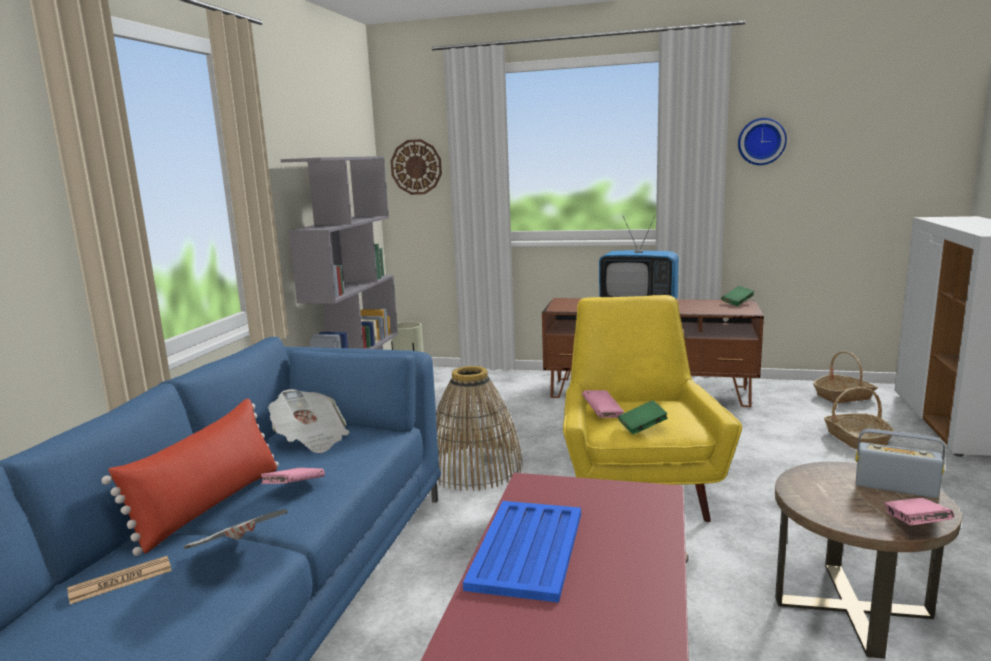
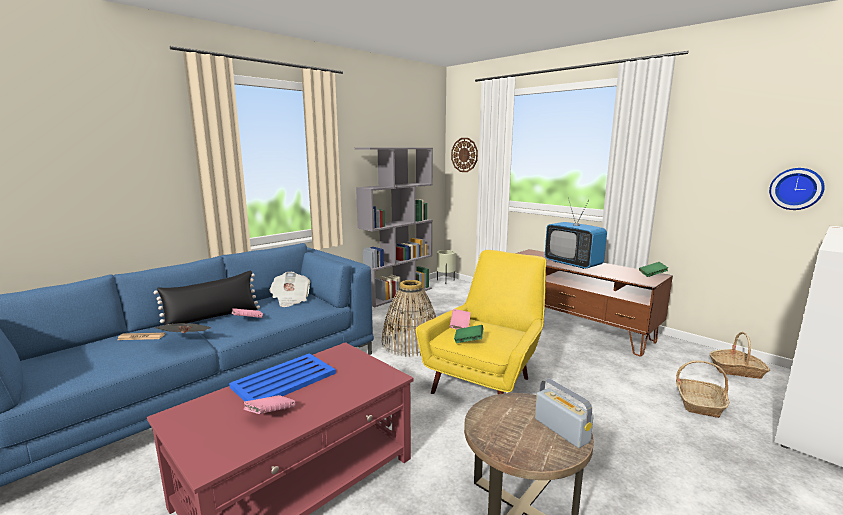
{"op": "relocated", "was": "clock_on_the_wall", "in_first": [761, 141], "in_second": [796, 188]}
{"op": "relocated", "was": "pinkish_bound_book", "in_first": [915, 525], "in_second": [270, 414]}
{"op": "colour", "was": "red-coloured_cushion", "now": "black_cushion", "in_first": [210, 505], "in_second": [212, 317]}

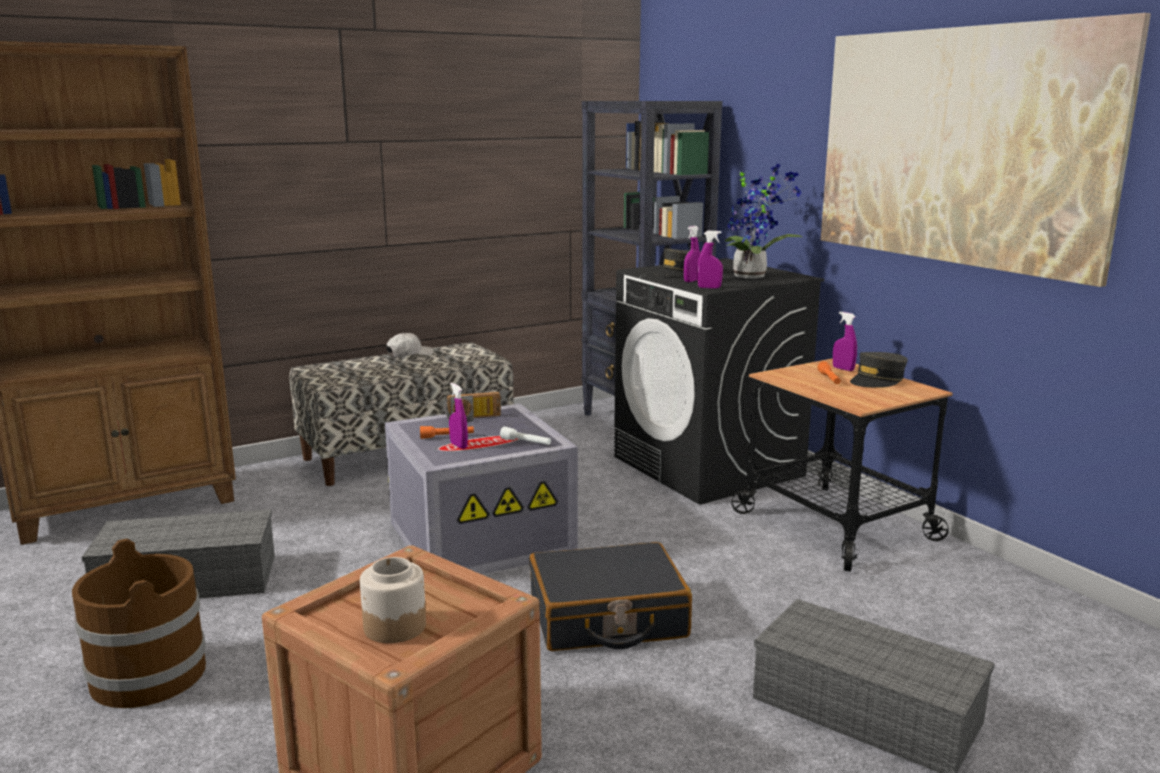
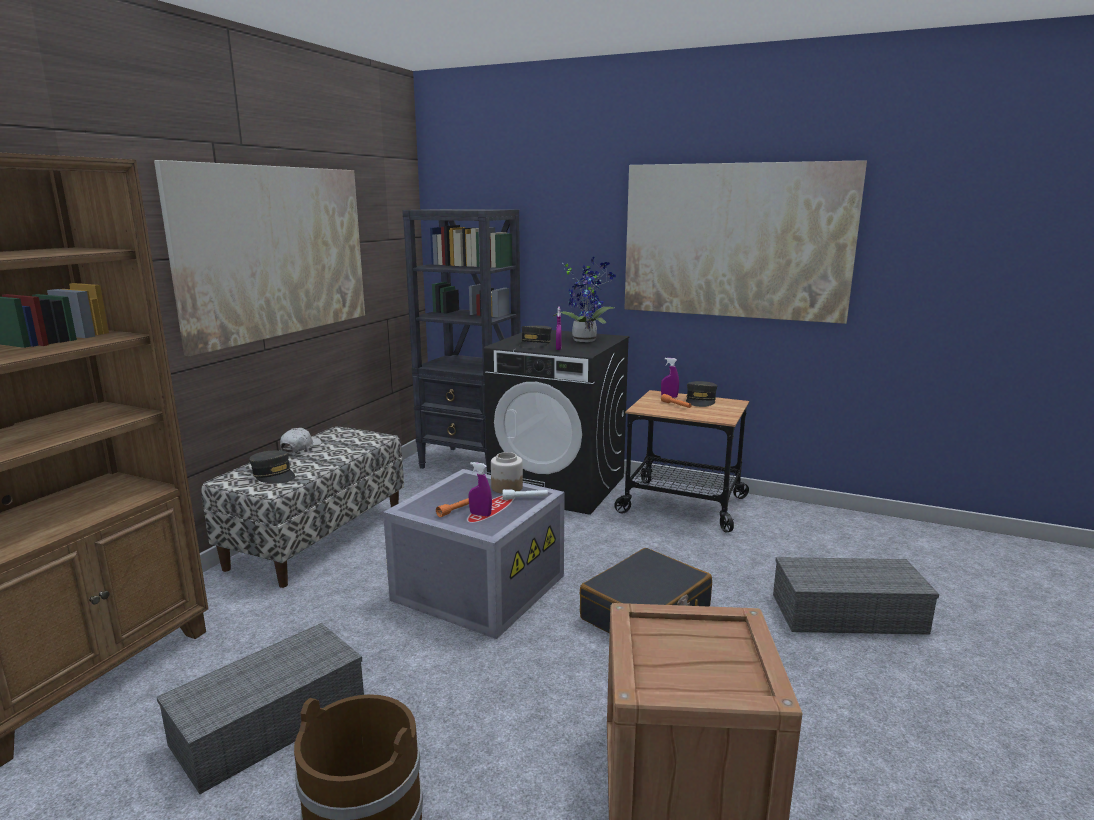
{"op": "missing", "was": "radio", "in_first": [473, 418]}
{"op": "missing", "was": "purple_sprayer", "in_first": [709, 288]}
{"op": "appeared", "now": "picture", "in_second": [276, 252]}
{"op": "appeared", "now": "grey_cap", "in_second": [273, 475]}
{"op": "relocated", "was": "storage_jar", "in_first": [394, 626], "in_second": [506, 487]}

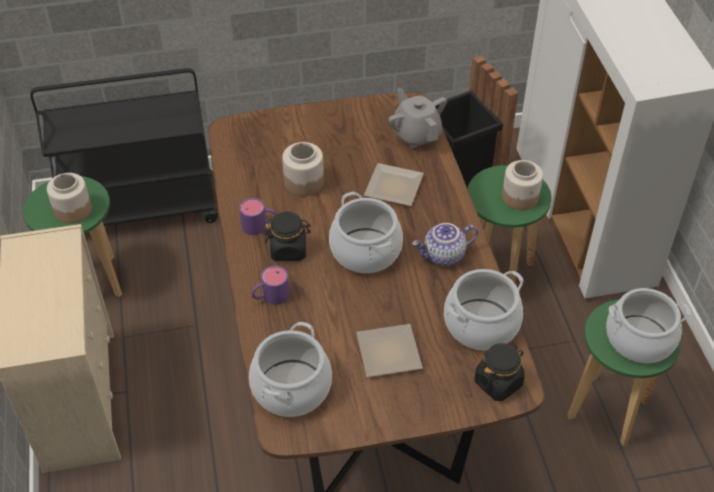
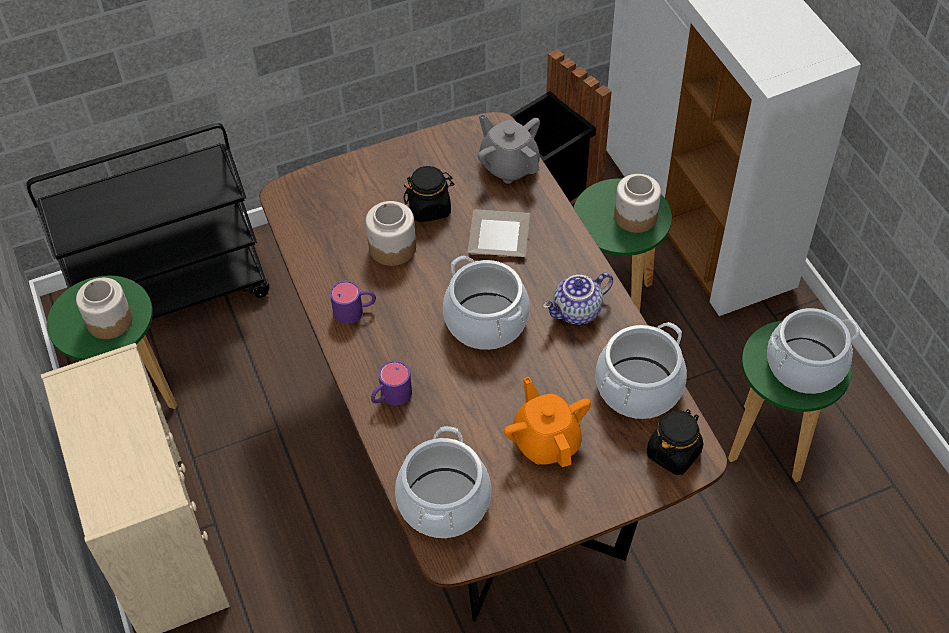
{"op": "relocated", "was": "black_storage_jar", "in_first": [288, 250], "in_second": [429, 208]}
{"op": "exchanged", "was": "dinner_plate", "now": "orange-coloured_tea_pot", "in_first": [391, 354], "in_second": [546, 441]}

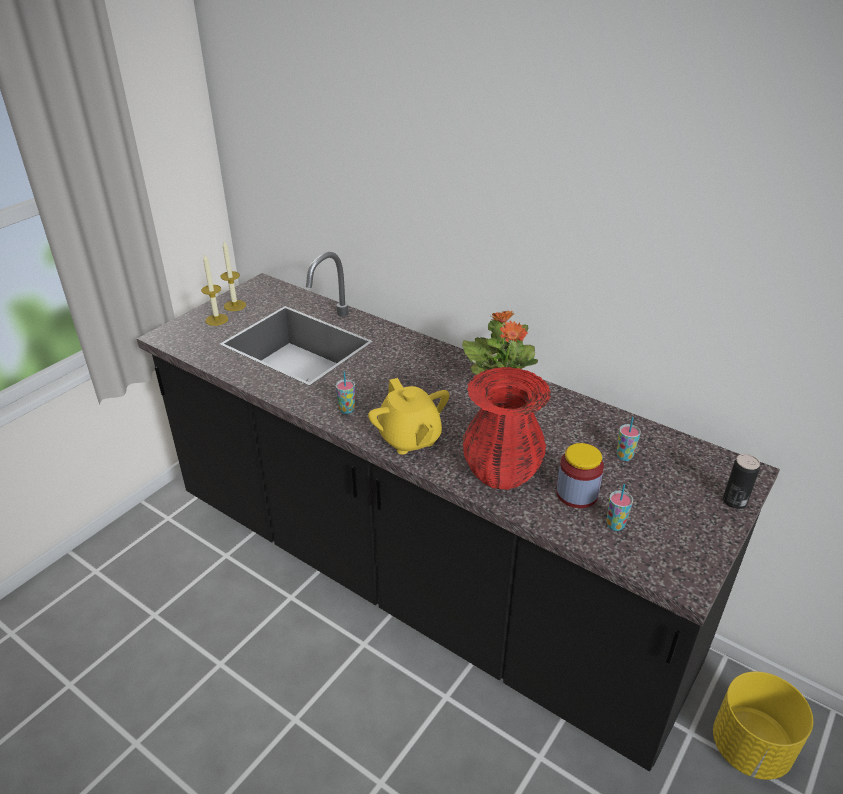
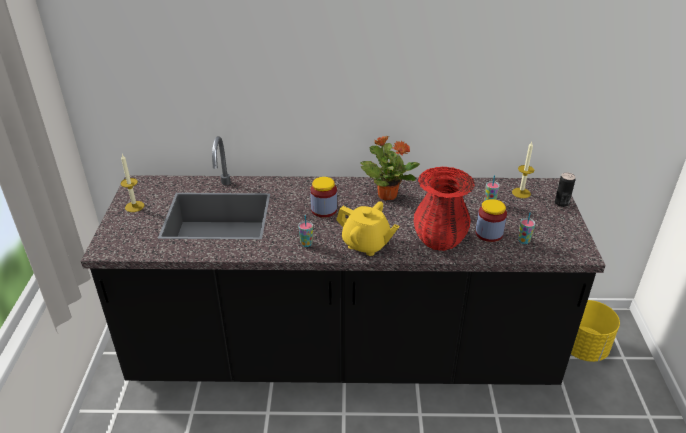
{"op": "appeared", "now": "storage_jar", "in_second": [324, 210]}
{"op": "relocated", "was": "wax_candle", "in_first": [216, 320], "in_second": [521, 193]}

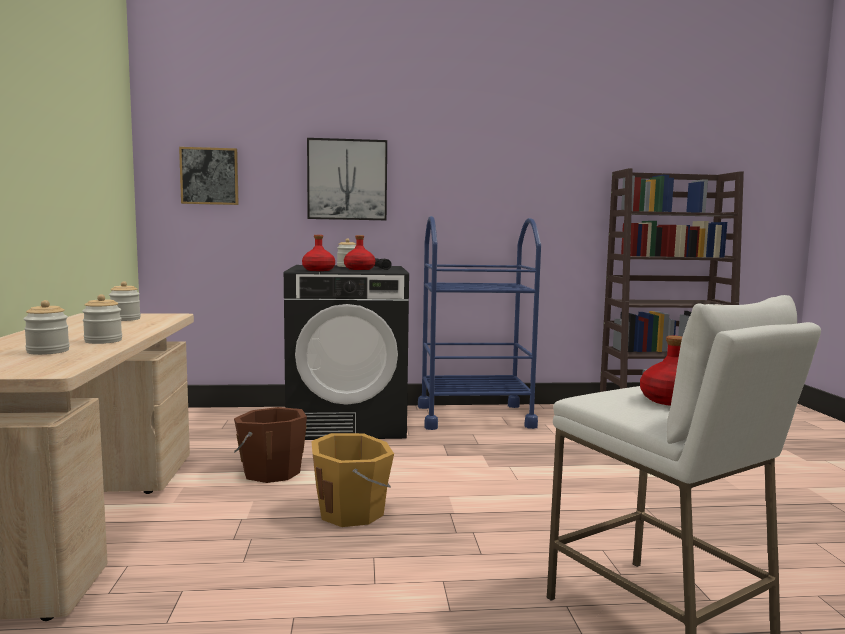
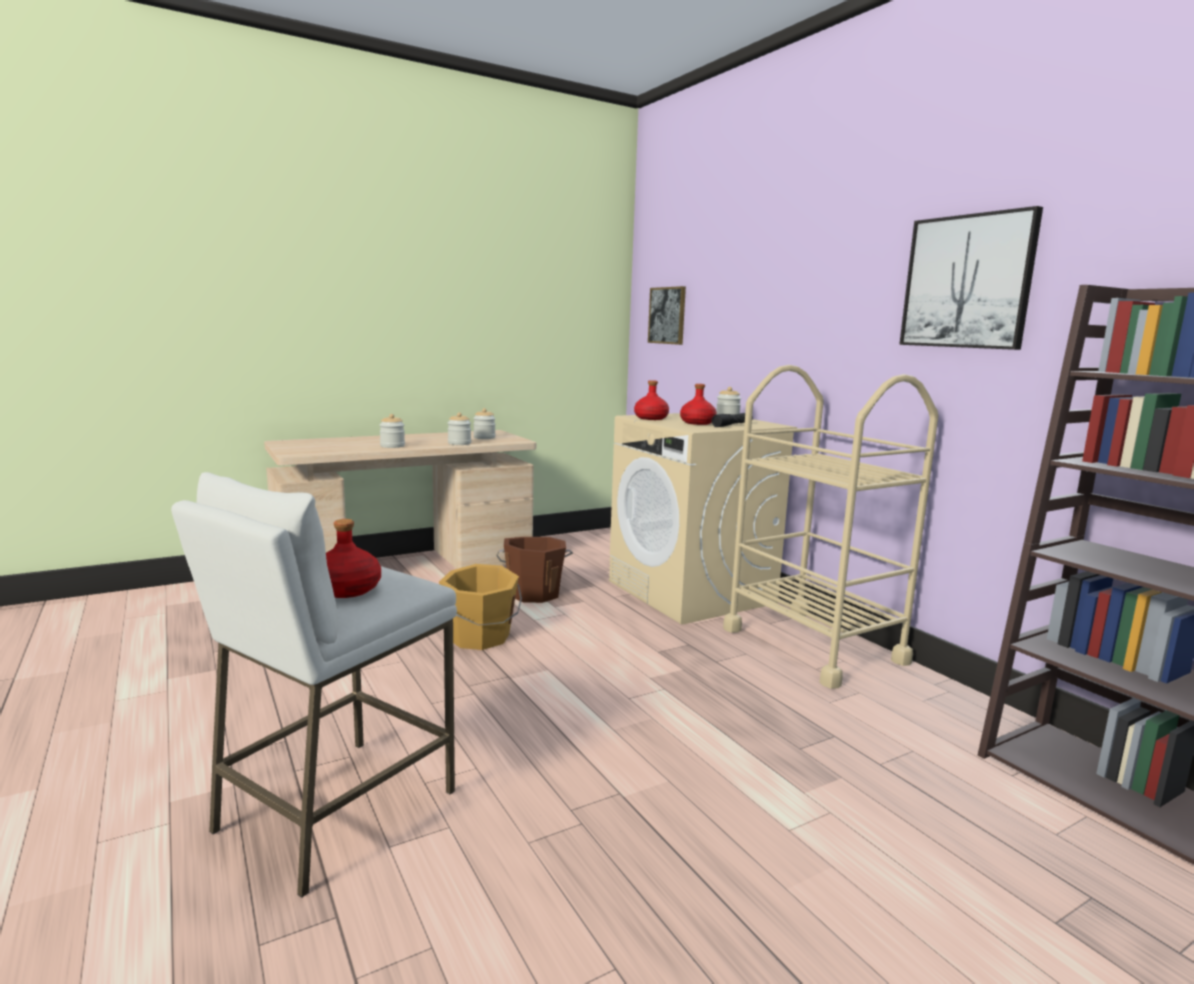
{"op": "relocated", "was": "storage_jar", "in_first": [48, 351], "in_second": [459, 443]}
{"op": "relocated", "was": "picture", "in_first": [347, 180], "in_second": [967, 282]}
{"op": "colour", "was": "black_laundry_machine", "now": "beige-coloured_laundry_machine", "in_first": [348, 422], "in_second": [691, 592]}
{"op": "colour", "was": "bluish_trolley", "now": "beige-coloured_trolley", "in_first": [474, 416], "in_second": [813, 645]}

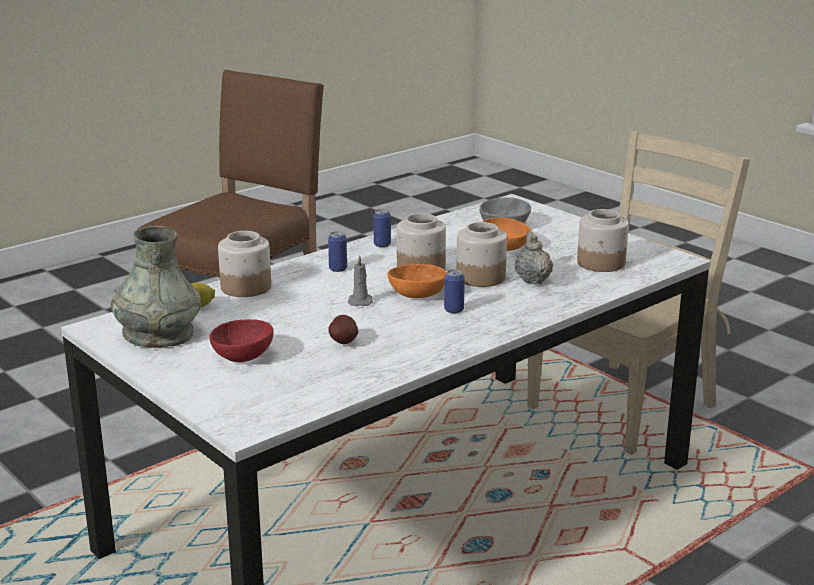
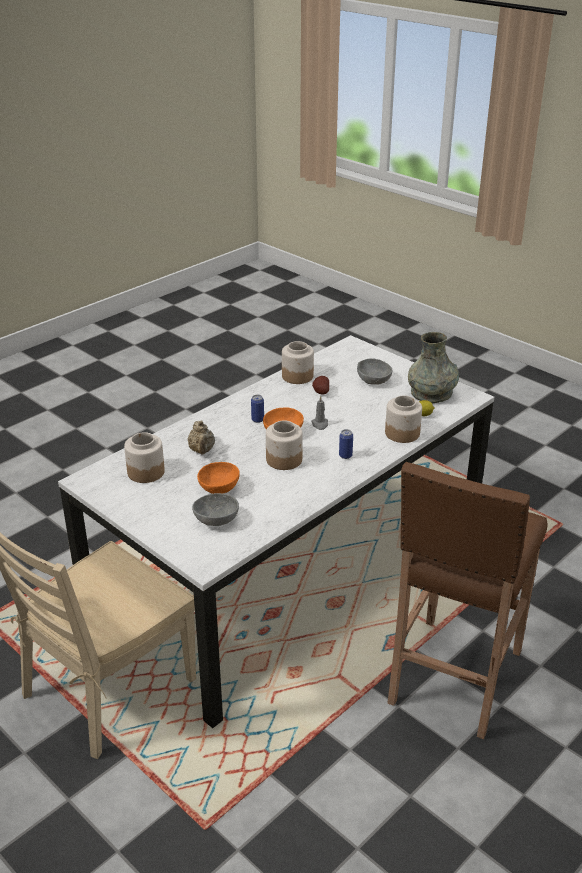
{"op": "missing", "was": "metal_can", "in_first": [382, 245]}
{"op": "relocated", "was": "storage_jar", "in_first": [480, 278], "in_second": [298, 376]}
{"op": "colour", "was": "red-coloured_serving_bowl", "now": "grey_serving_bowl", "in_first": [241, 356], "in_second": [374, 380]}

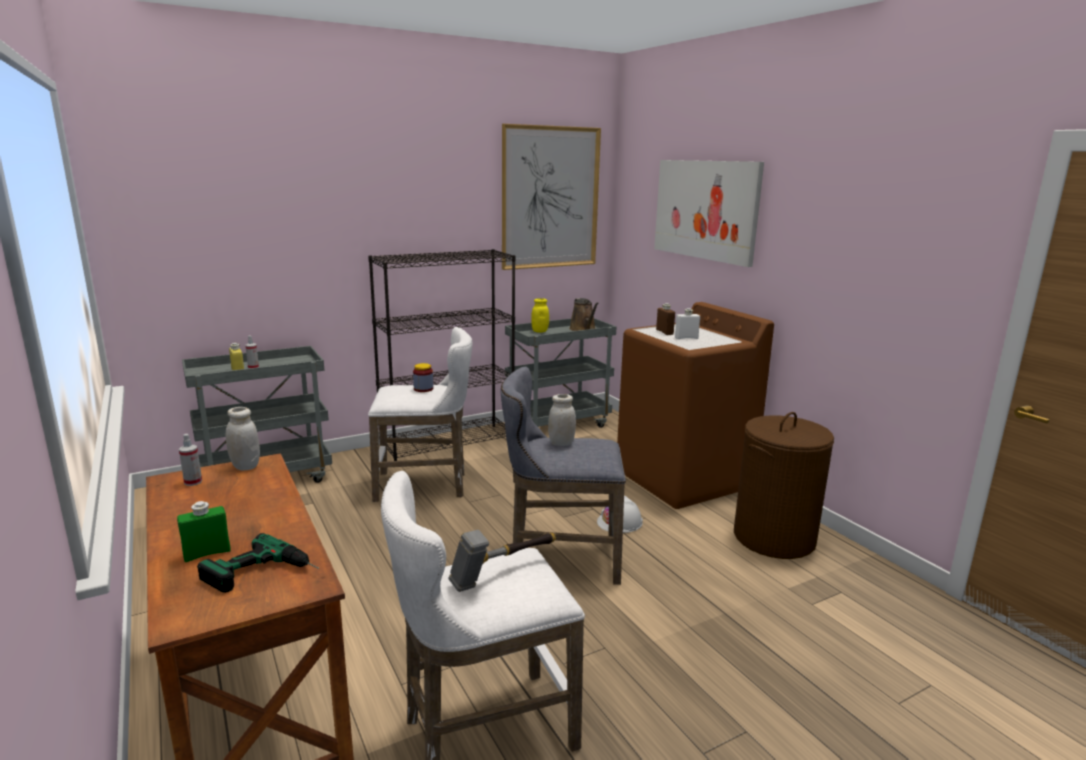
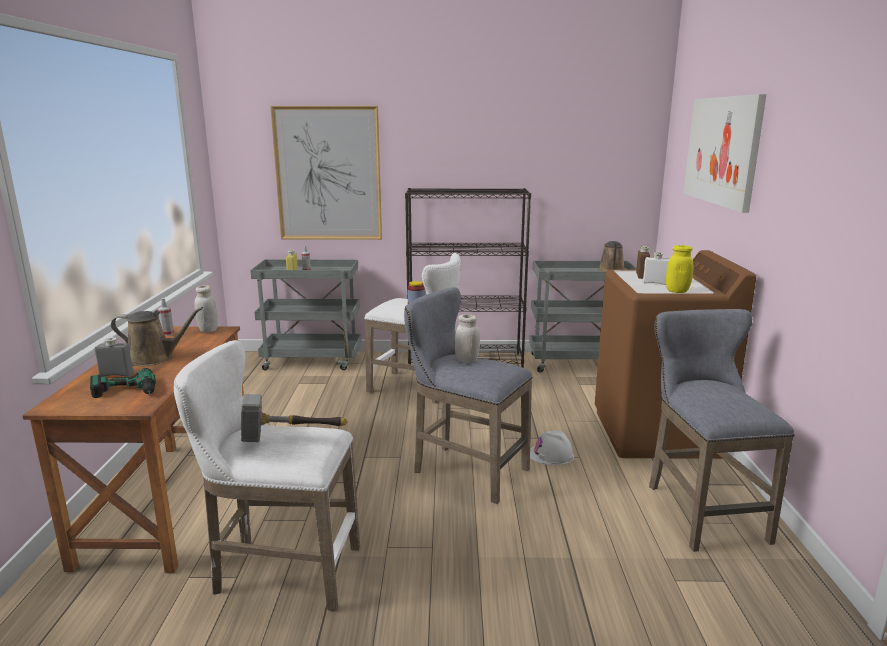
{"op": "appeared", "now": "brownish_watering_pot", "in_second": [154, 358]}
{"op": "relocated", "was": "picture", "in_first": [550, 198], "in_second": [328, 174]}
{"op": "relocated", "was": "yellow-coloured_storage_jar", "in_first": [540, 331], "in_second": [677, 291]}
{"op": "exchanged", "was": "brownish_laundry_basket", "now": "grey_stool", "in_first": [773, 537], "in_second": [700, 509]}
{"op": "colour", "was": "greenish_beverage_bottle", "now": "grey_beverage_bottle", "in_first": [207, 553], "in_second": [116, 374]}

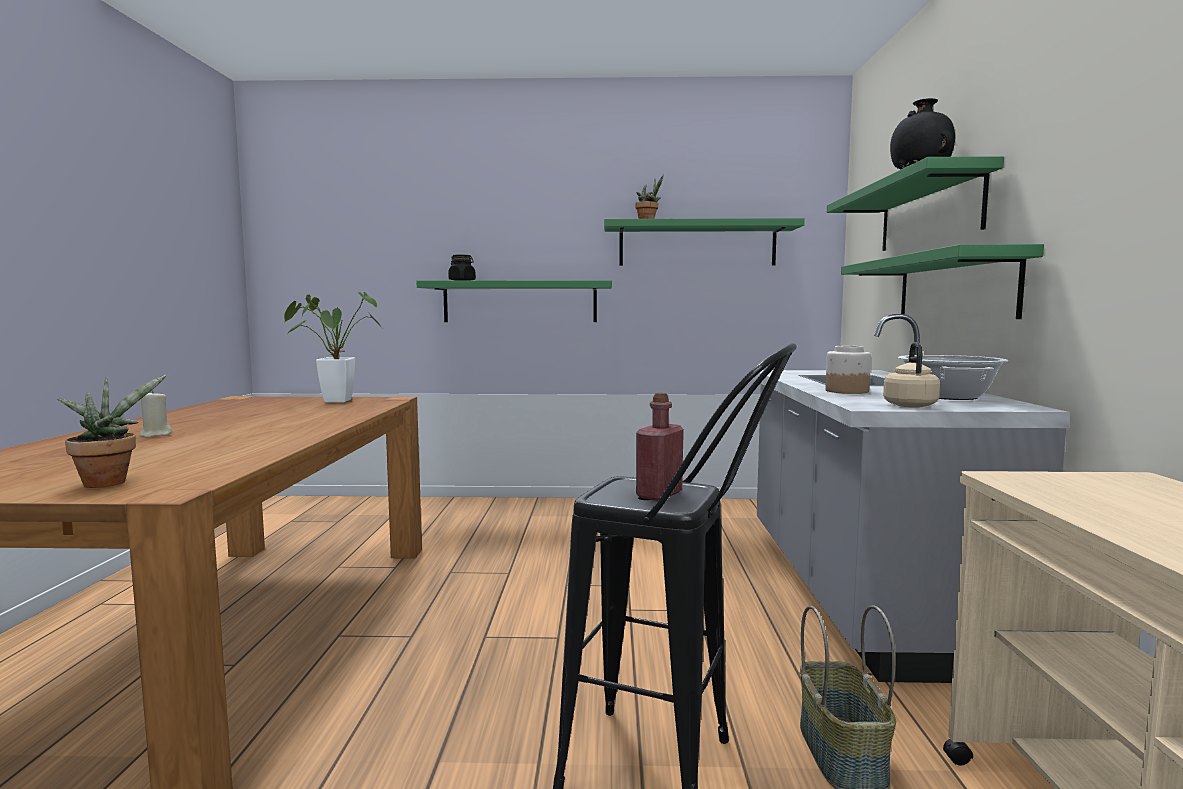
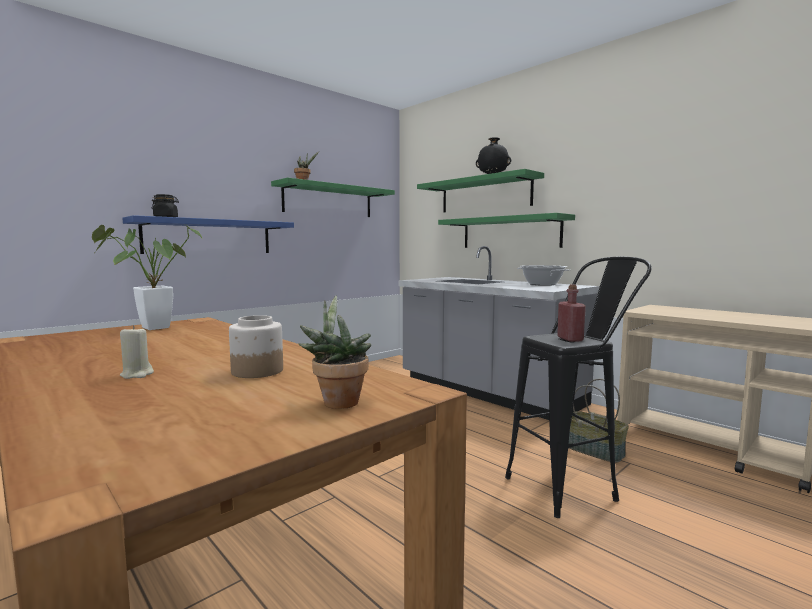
{"op": "missing", "was": "beige-coloured_tea_kettle", "in_first": [909, 405]}
{"op": "relocated", "was": "storage_jar", "in_first": [846, 391], "in_second": [256, 371]}
{"op": "colour", "was": "greenish_wall_shelf", "now": "bluish_wall_shelf", "in_first": [520, 302], "in_second": [209, 237]}

